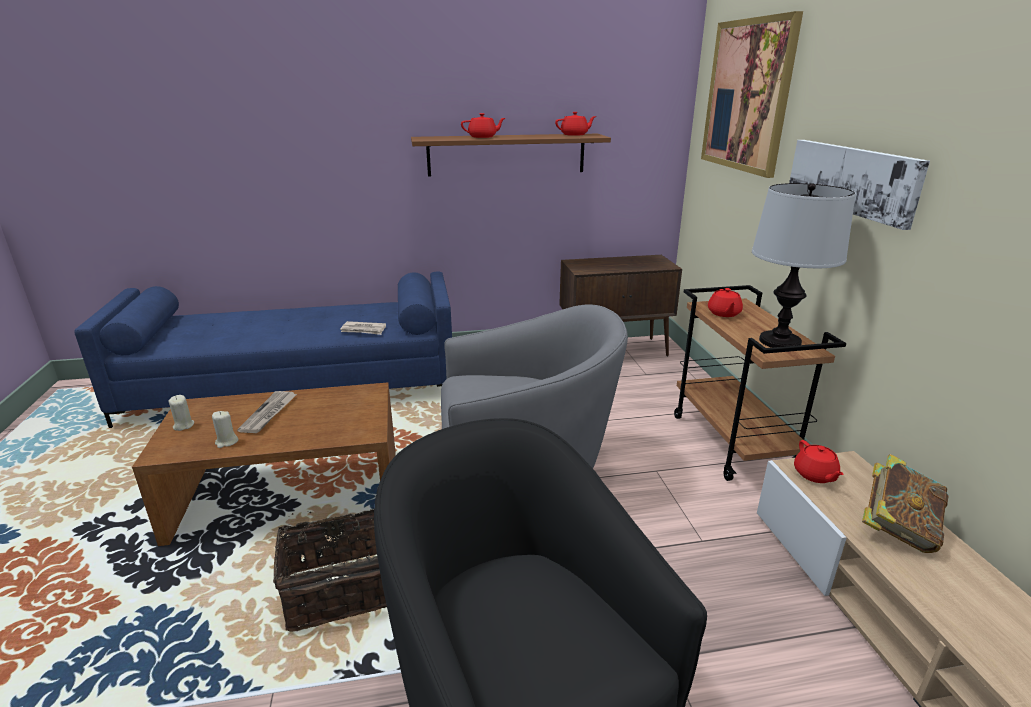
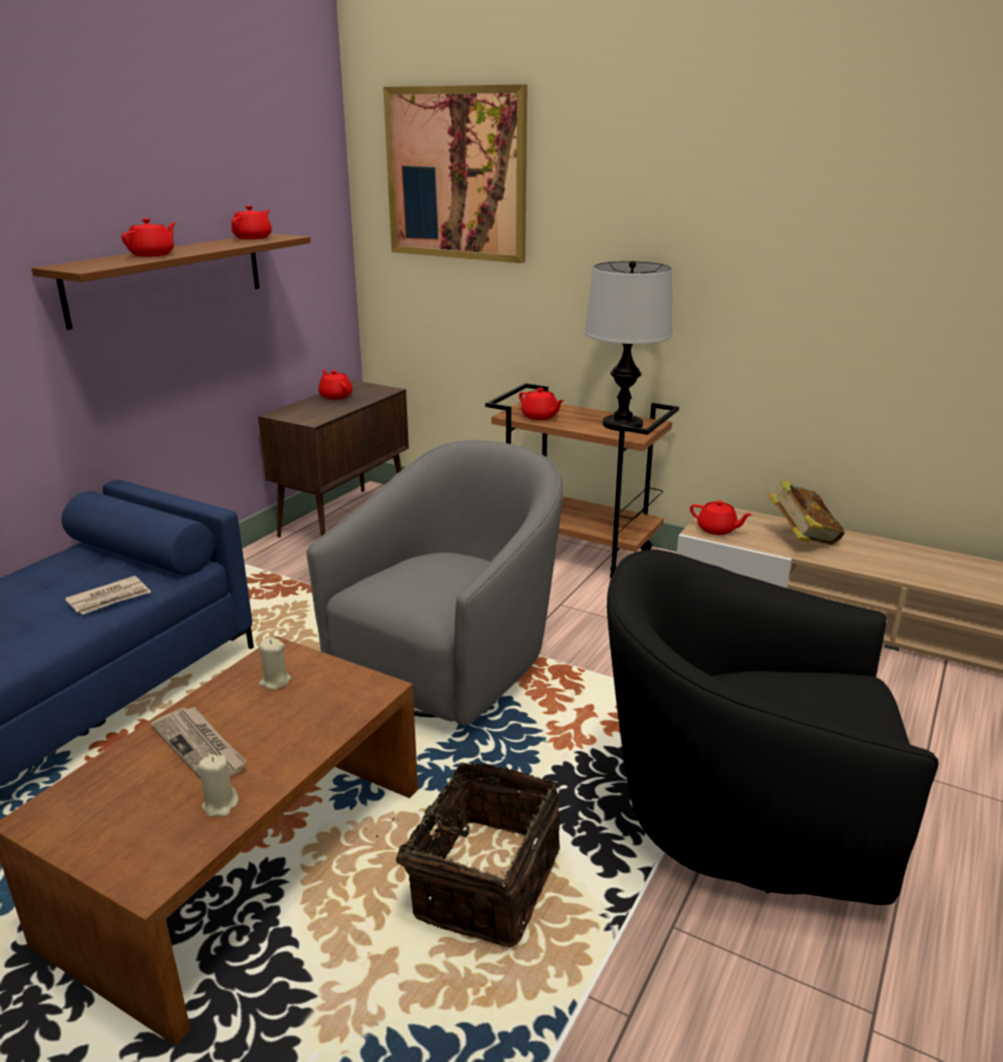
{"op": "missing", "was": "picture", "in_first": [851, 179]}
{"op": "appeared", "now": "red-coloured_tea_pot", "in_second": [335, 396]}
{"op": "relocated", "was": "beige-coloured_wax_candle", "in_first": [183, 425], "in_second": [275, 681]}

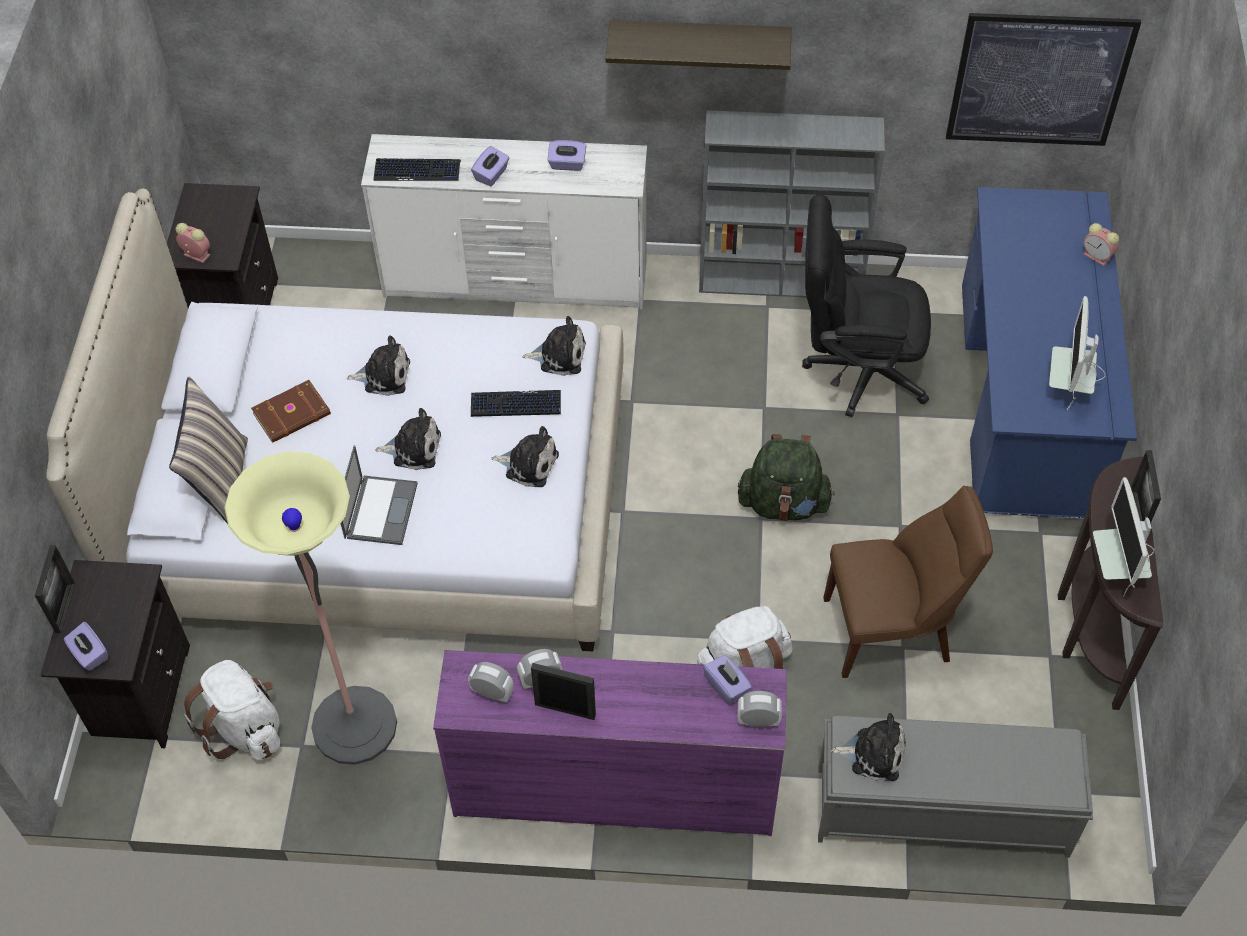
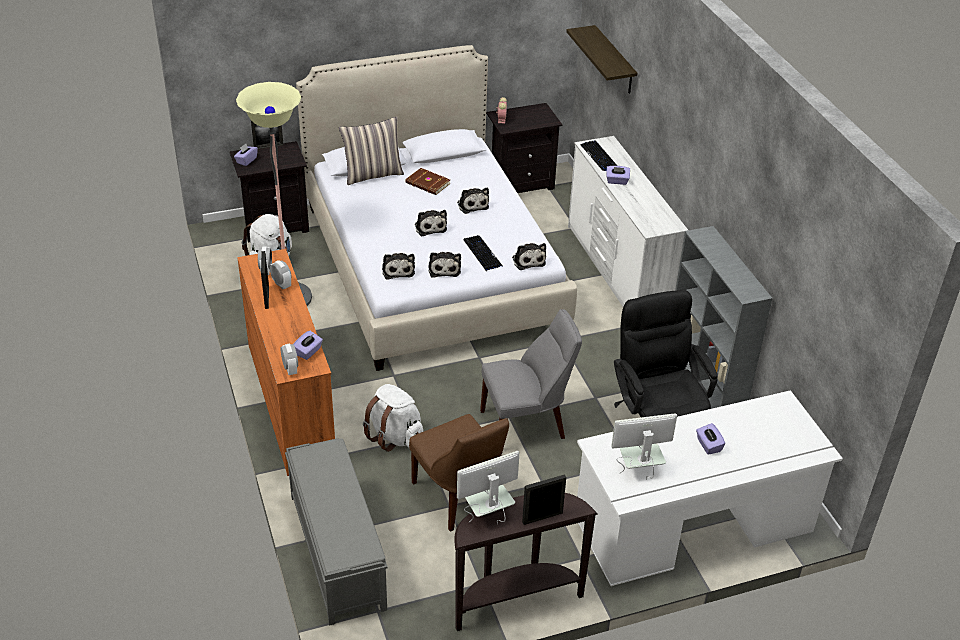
{"op": "missing", "was": "laptop", "in_first": [380, 509]}
{"op": "missing", "was": "picture", "in_first": [1039, 80]}
{"op": "missing", "was": "alarm_clock", "in_first": [1098, 257]}
{"op": "relocated", "was": "purple_tissue_box", "in_first": [567, 164], "in_second": [708, 445]}
{"op": "relocated", "was": "wall_shelf", "in_first": [699, 42], "in_second": [614, 61]}
{"op": "relocated", "was": "cuddly_toy", "in_first": [873, 753], "in_second": [398, 270]}
{"op": "exchanged", "was": "greenish_knapsack", "now": "grey_plain_chair", "in_first": [783, 503], "in_second": [526, 424]}
{"op": "colour", "was": "purple_chest_of_drawers", "now": "orange-coloured_chest_of_drawers", "in_first": [613, 788], "in_second": [291, 402]}
{"op": "colour", "was": "bluish_desk_unit", "now": "whitish_desk_unit", "in_first": [1026, 398], "in_second": [693, 526]}

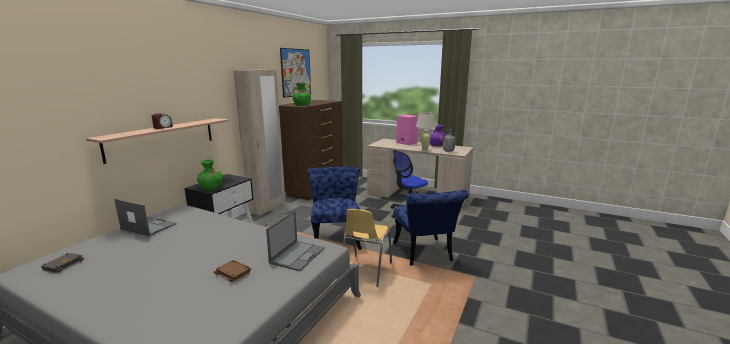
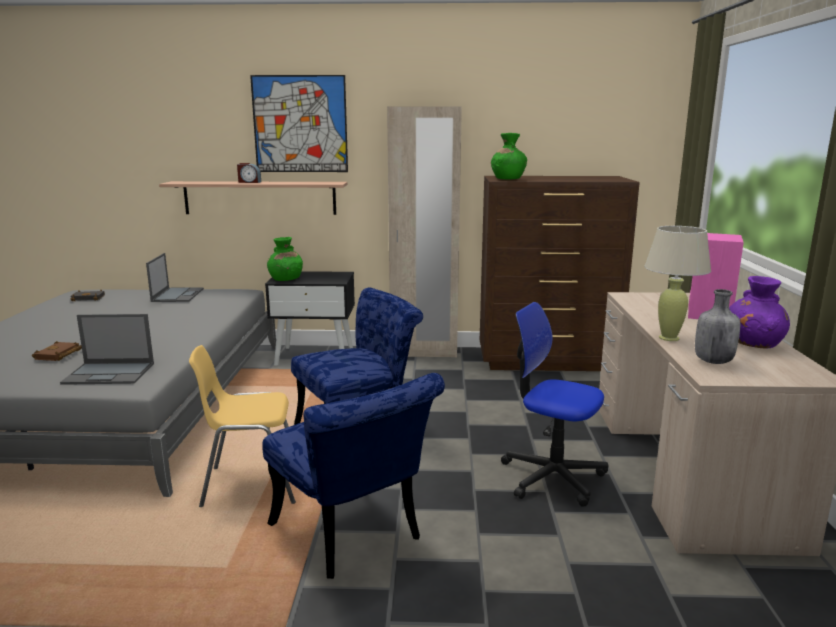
{"op": "relocated", "was": "picture", "in_first": [296, 72], "in_second": [300, 124]}
{"op": "spun", "was": "bluish_plain_chair", "in_first": [424, 254], "in_second": [352, 537], "clockwise": -90}

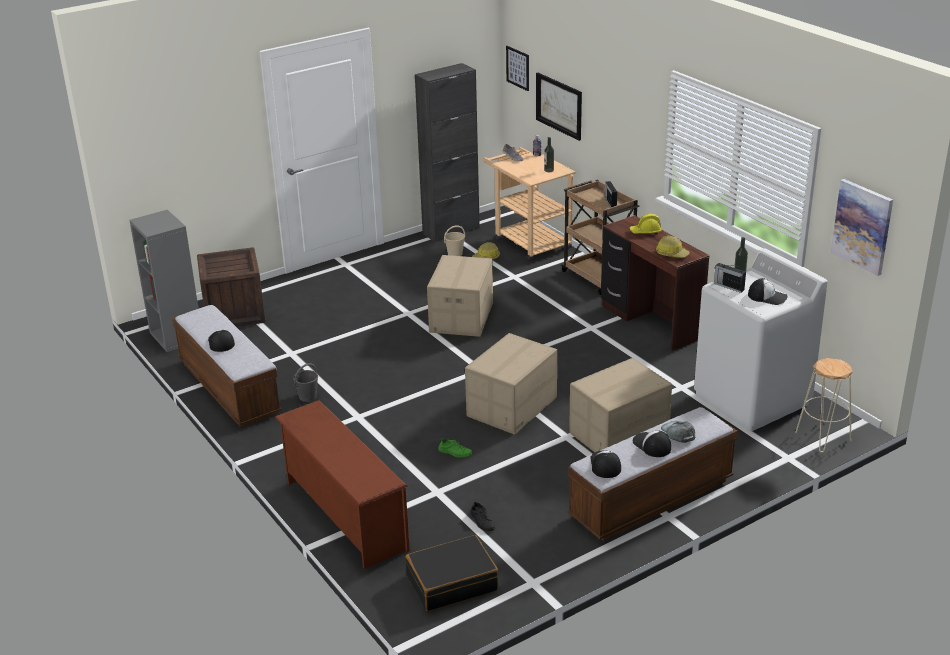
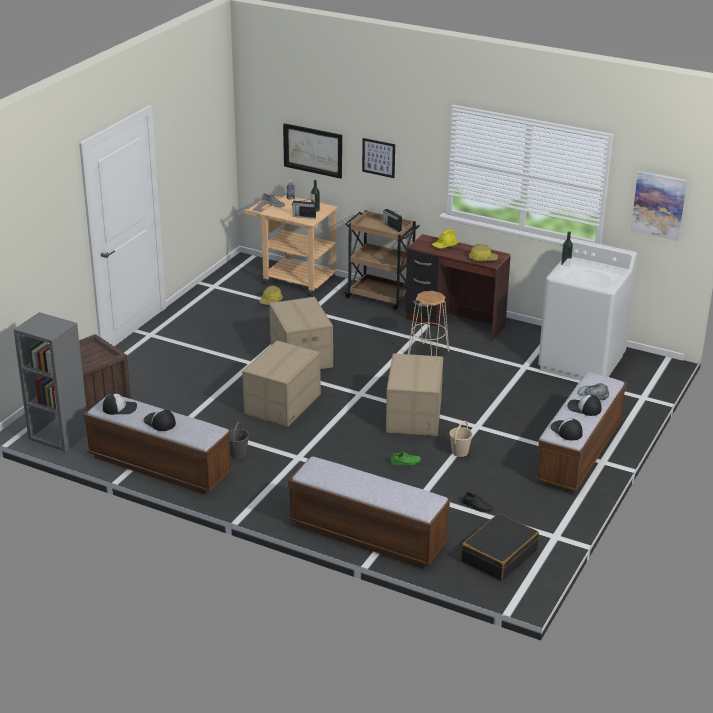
{"op": "missing", "was": "black_cabinet", "in_first": [451, 231]}
{"op": "relocated", "was": "beige-coloured_bucket", "in_first": [454, 254], "in_second": [459, 452]}
{"op": "relocated", "was": "picture", "in_first": [518, 68], "in_second": [378, 157]}
{"op": "relocated", "was": "carton", "in_first": [619, 434], "in_second": [283, 404]}
{"op": "relocated", "was": "radio", "in_first": [728, 286], "in_second": [303, 216]}
{"op": "relocated", "was": "cap", "in_first": [767, 296], "in_second": [120, 408]}
{"op": "relocated", "was": "beige-coloured_stool", "in_first": [822, 436], "in_second": [428, 353]}
{"op": "exchanged", "was": "brownish_shoe_stand", "now": "bench", "in_first": [344, 515], "in_second": [367, 535]}

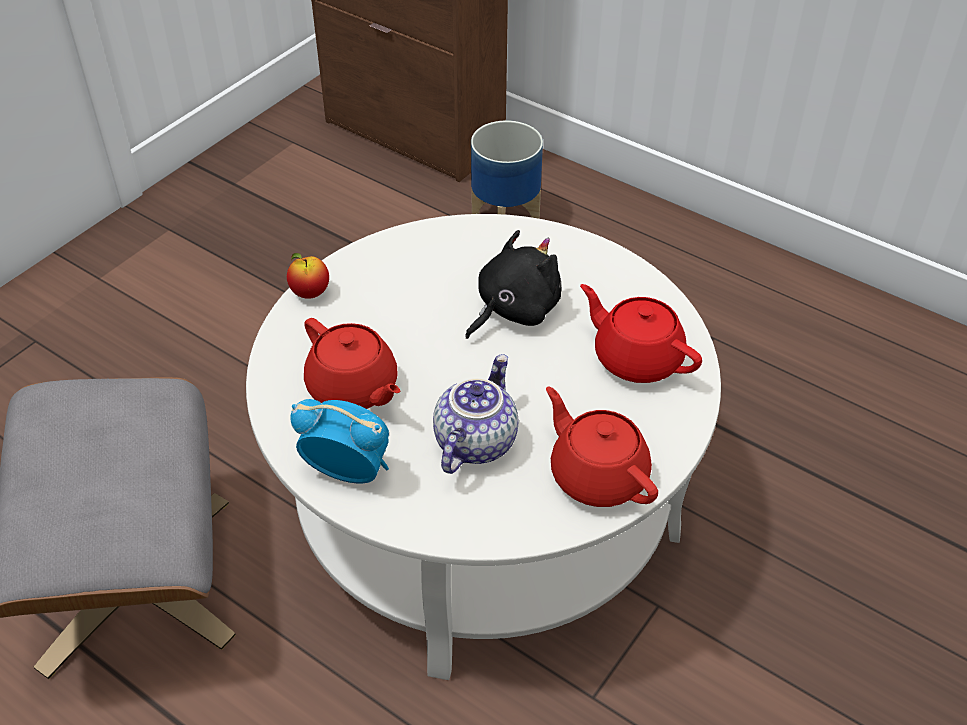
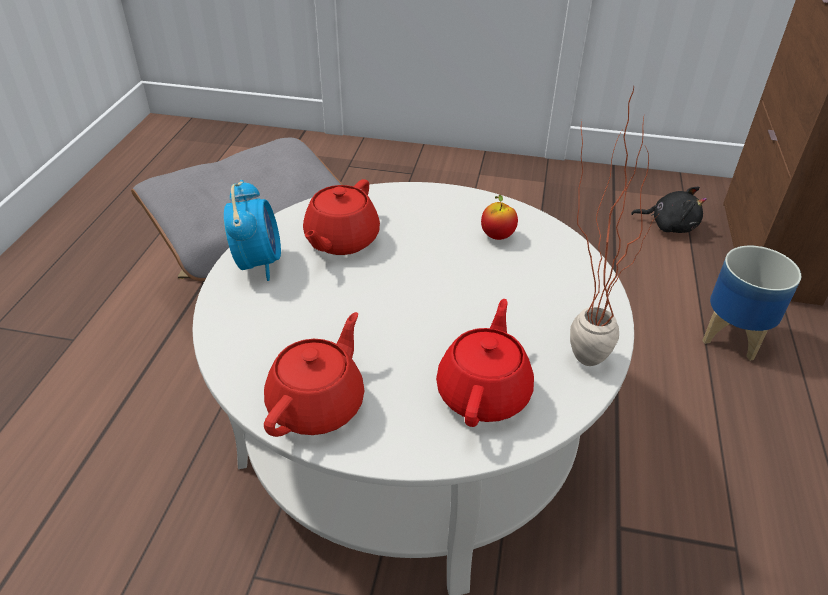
{"op": "missing", "was": "tea_pot", "in_first": [474, 441]}
{"op": "appeared", "now": "plant_in_a_pot", "in_second": [578, 350]}
{"op": "relocated", "was": "apple_fruit", "in_first": [310, 293], "in_second": [497, 236]}
{"op": "relocated", "was": "black_cuddly_toy", "in_first": [513, 310], "in_second": [669, 225]}

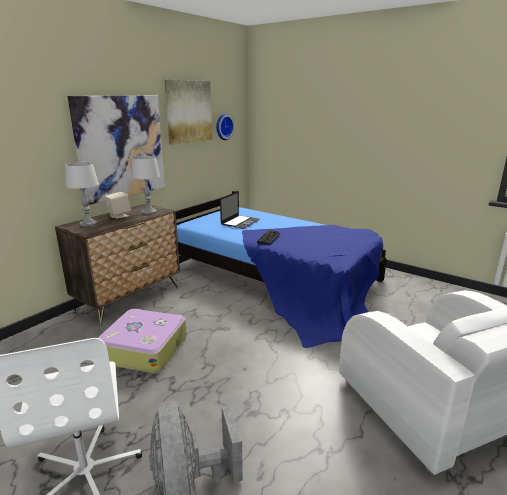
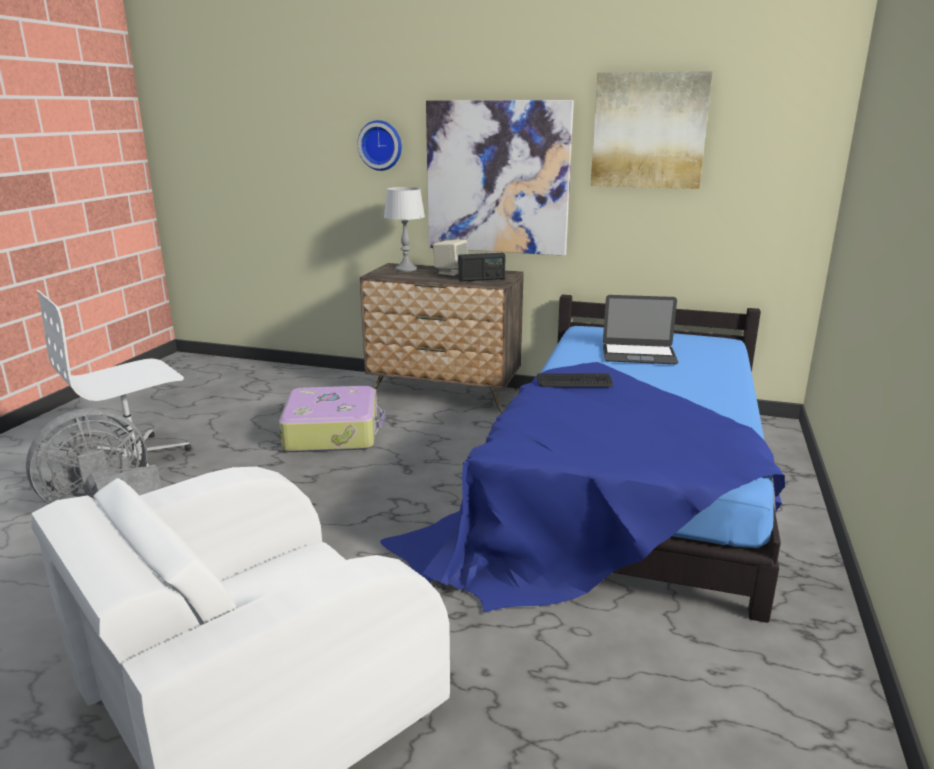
{"op": "relocated", "was": "clock_on_the_wall", "in_first": [223, 126], "in_second": [381, 145]}
{"op": "exchanged", "was": "grey_lamp_for_a_table", "now": "radio", "in_first": [149, 212], "in_second": [481, 279]}

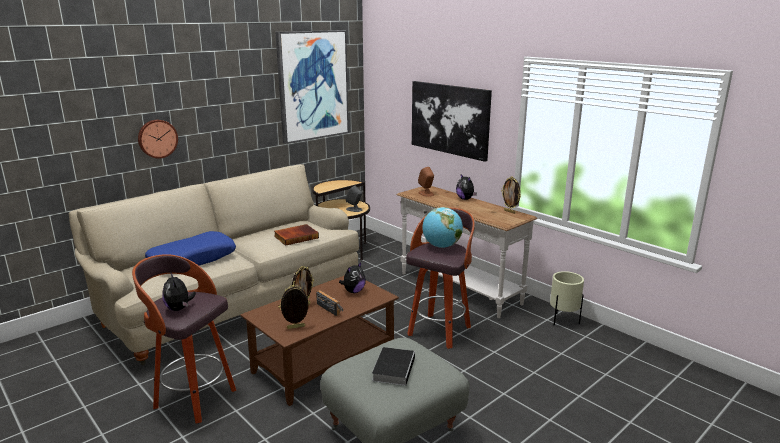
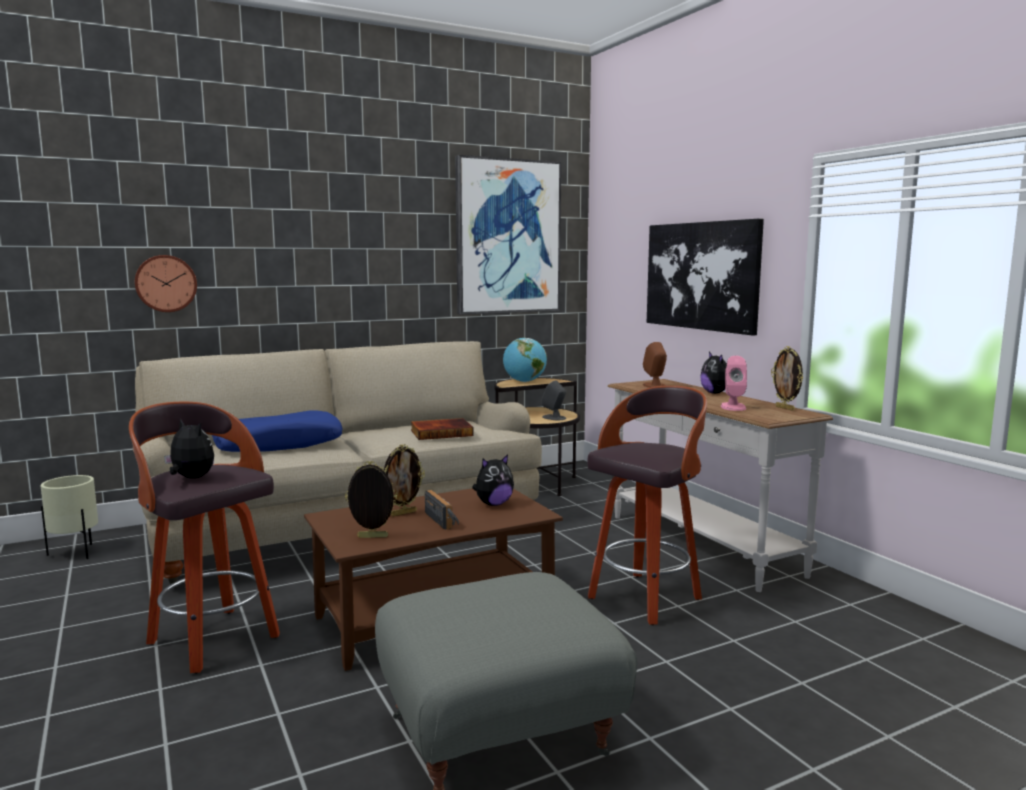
{"op": "missing", "was": "bound_book", "in_first": [394, 368]}
{"op": "appeared", "now": "pinkish_audio_speaker", "in_second": [733, 407]}
{"op": "relocated", "was": "clock_on_the_wall", "in_first": [157, 138], "in_second": [166, 283]}
{"op": "relocated", "was": "desk_globe", "in_first": [441, 246], "in_second": [524, 381]}
{"op": "relocated", "was": "beige-coloured_flower_pot", "in_first": [563, 321], "in_second": [75, 553]}
{"op": "spun", "was": "cuddly_toy", "in_first": [179, 308], "in_second": [191, 478], "clockwise": 135}

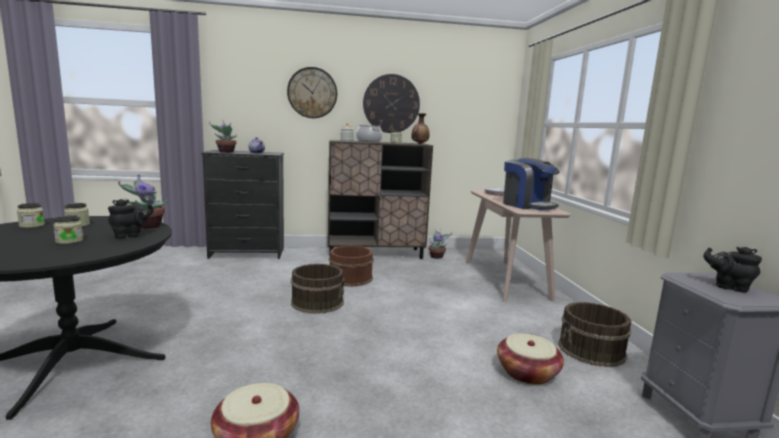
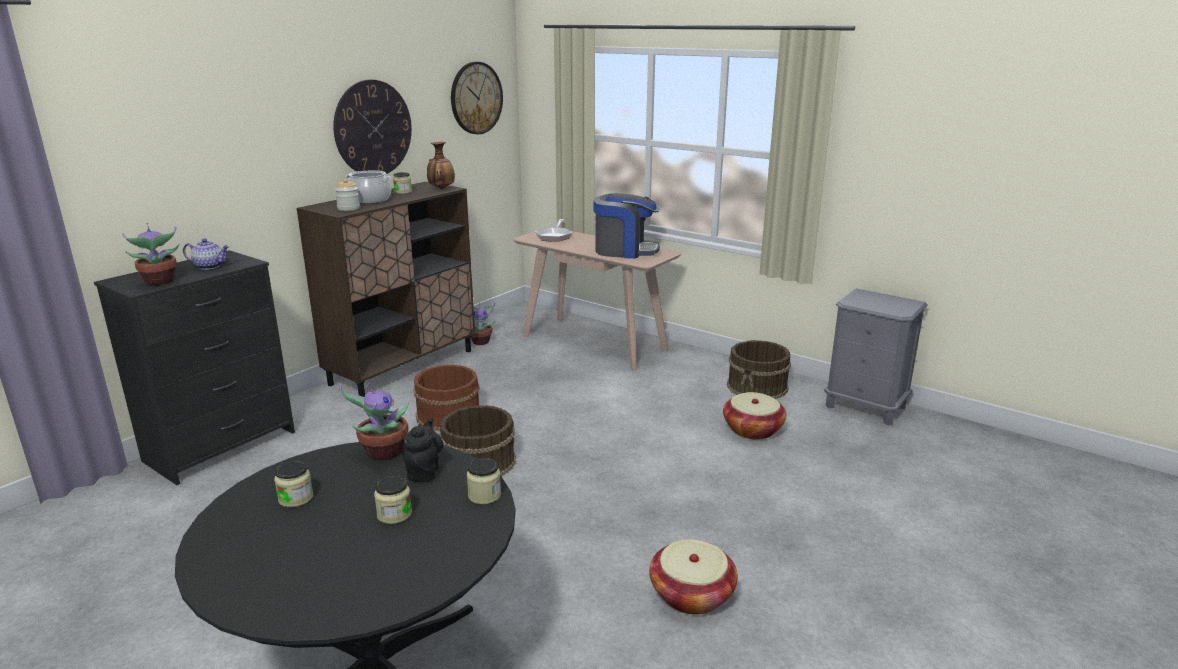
{"op": "missing", "was": "black_tea_pot", "in_first": [728, 287]}
{"op": "relocated", "was": "storage_jar", "in_first": [32, 225], "in_second": [484, 495]}
{"op": "relocated", "was": "clock_on_the_wall", "in_first": [312, 93], "in_second": [476, 98]}

